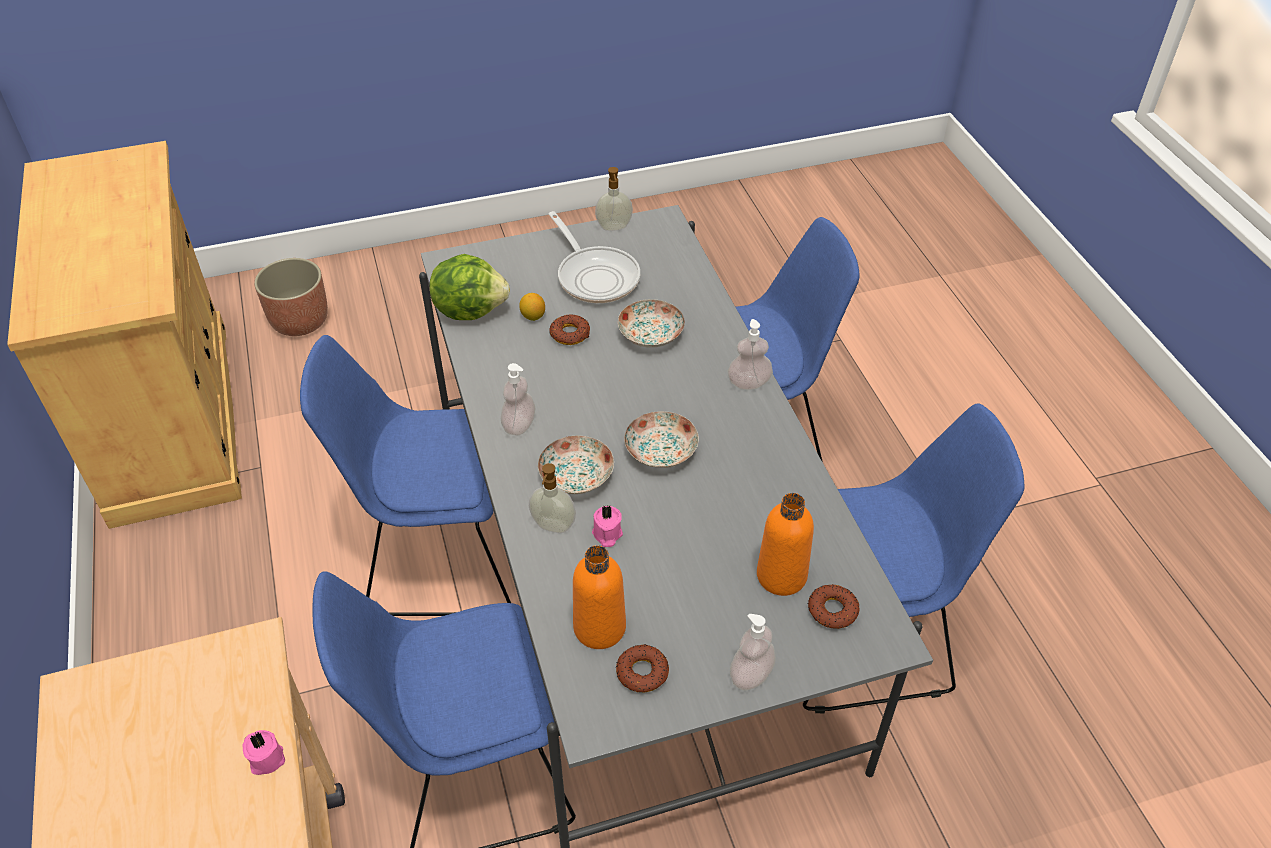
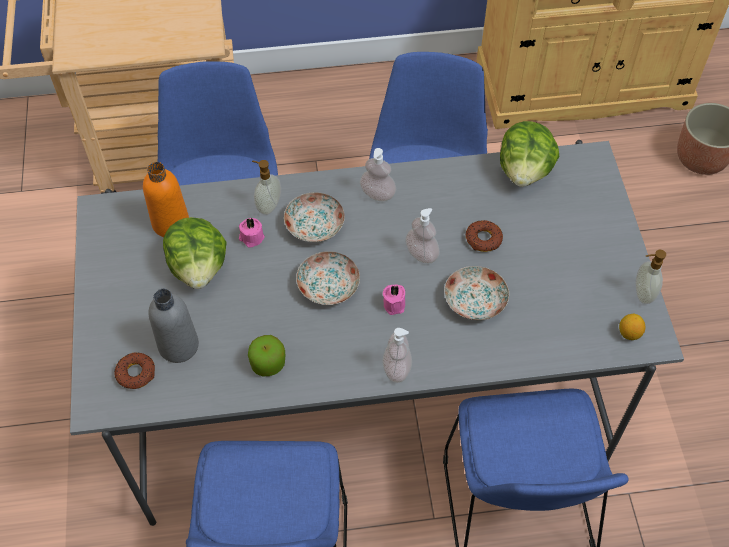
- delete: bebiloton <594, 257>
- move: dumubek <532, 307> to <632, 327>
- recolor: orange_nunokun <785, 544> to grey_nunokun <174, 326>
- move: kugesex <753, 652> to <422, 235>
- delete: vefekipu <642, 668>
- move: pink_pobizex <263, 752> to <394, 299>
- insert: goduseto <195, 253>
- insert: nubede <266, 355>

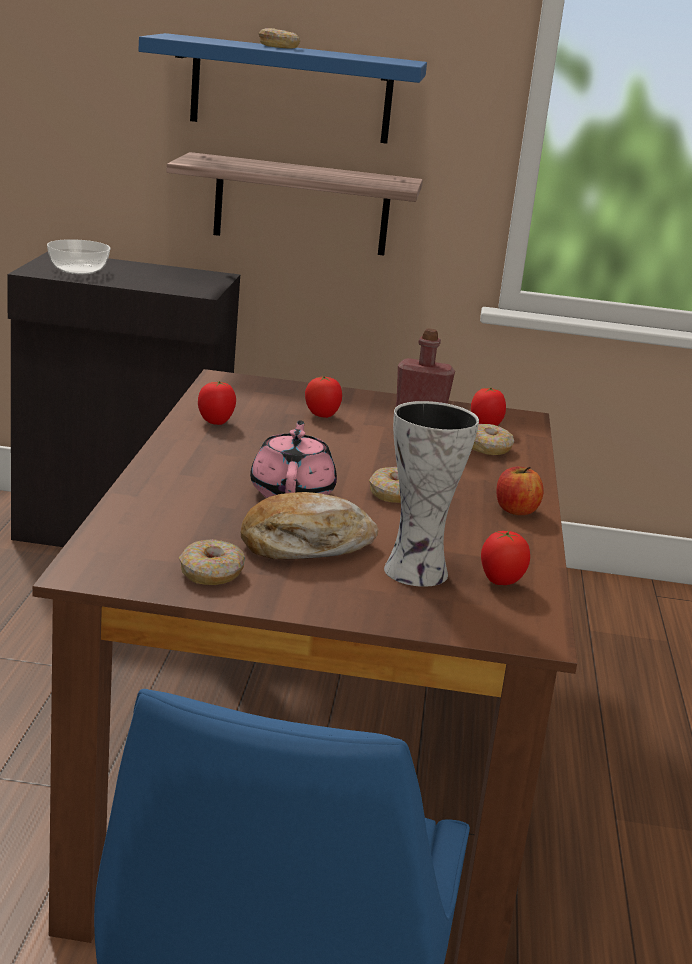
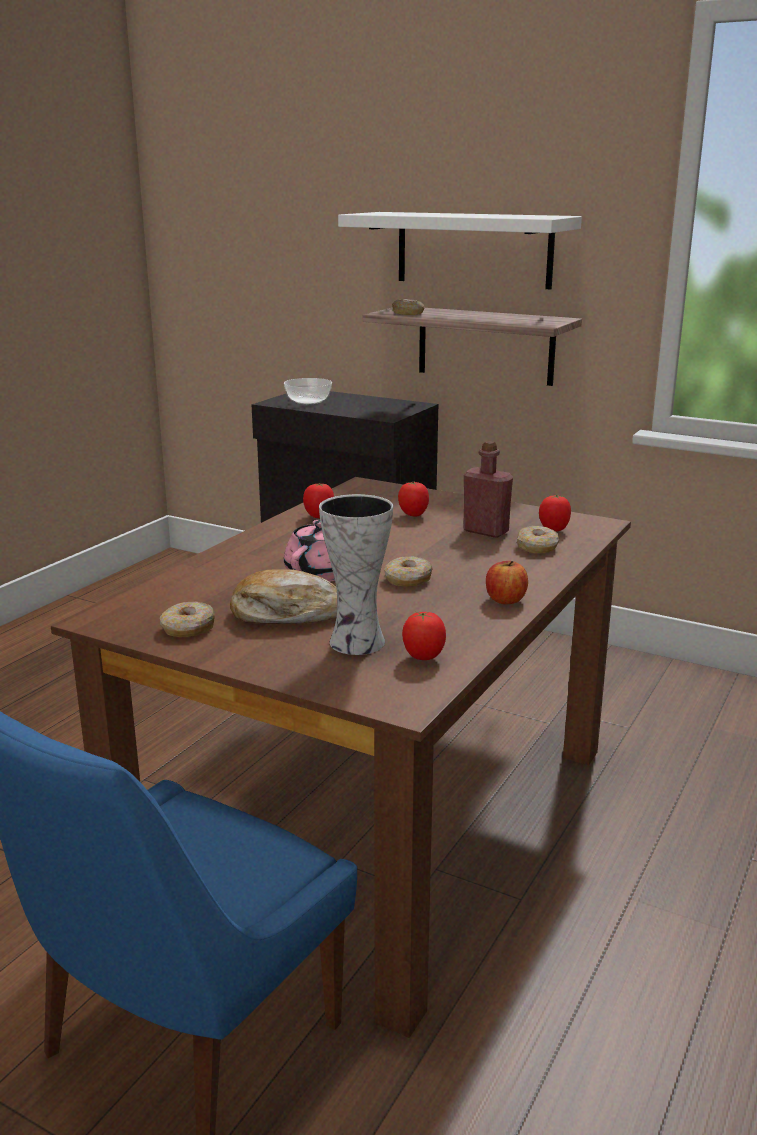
- move: vefekipu <279, 38> to <408, 307>
- recolor: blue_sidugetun <282, 88> to white_sidugetun <460, 250>

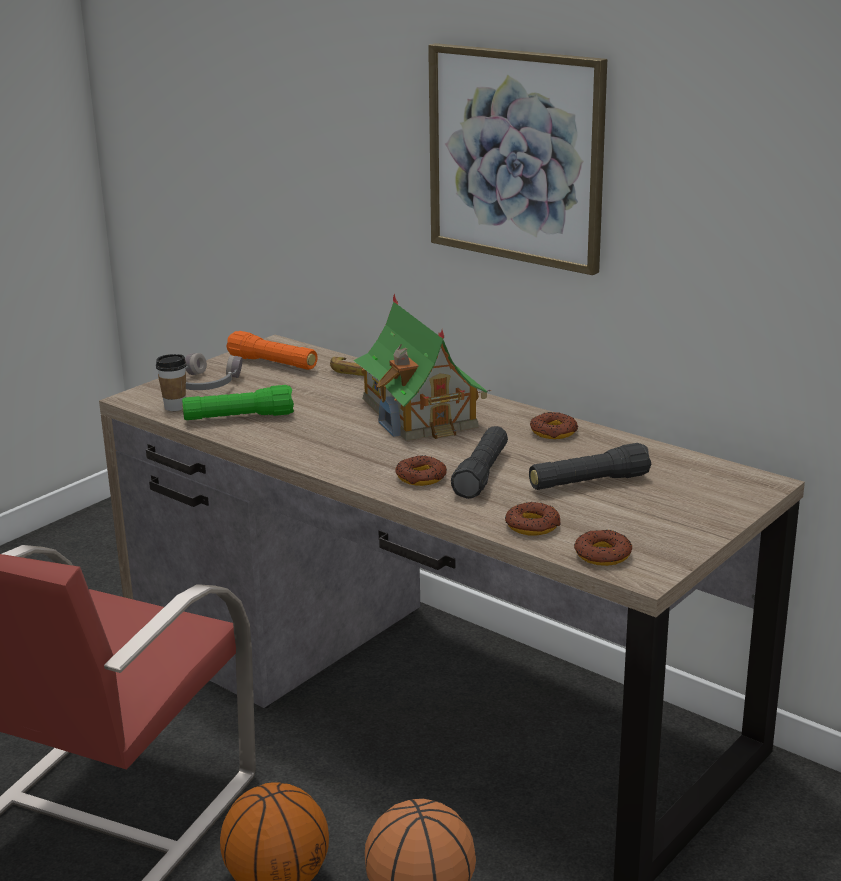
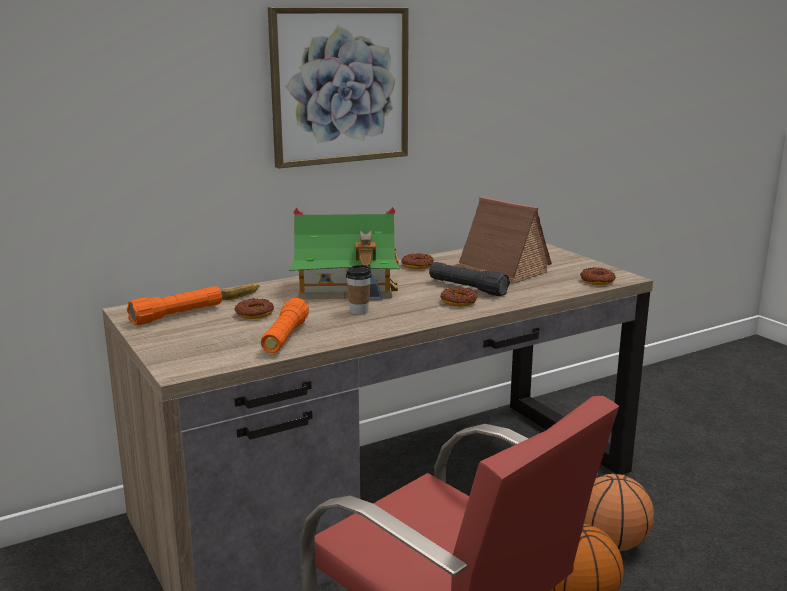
- delete: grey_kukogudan <213, 371>
- move: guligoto <171, 382> to <359, 290>
- recolor: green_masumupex <238, 402> to orange_masumupex <285, 325>
- replace: black_masumupex <590, 466> to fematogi <502, 240>
- move: vefekipu <533, 518> to <254, 309>

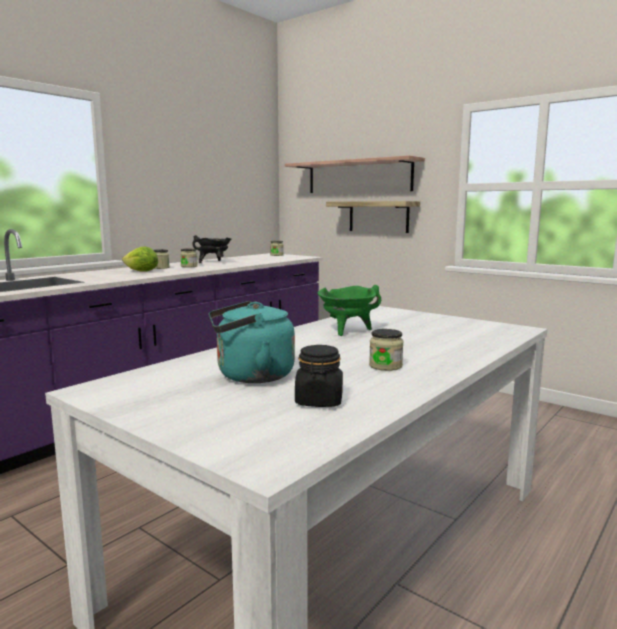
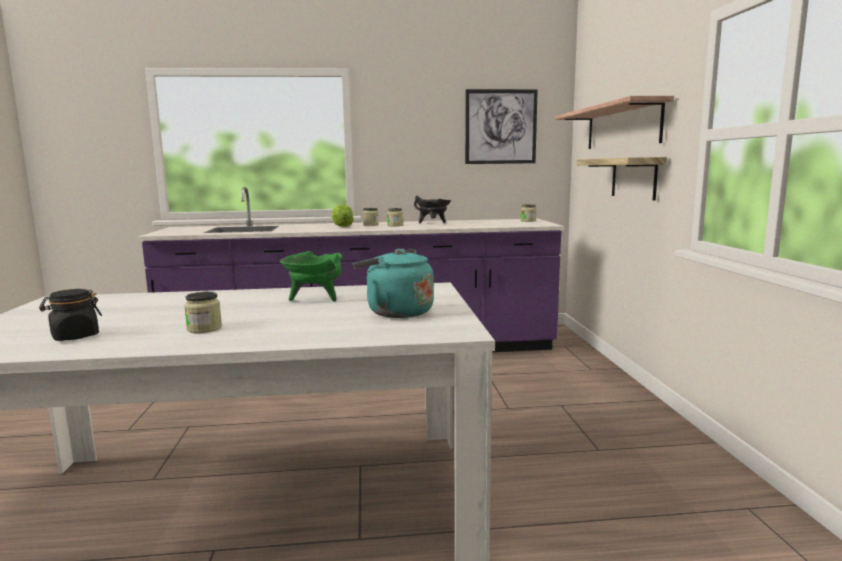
- move: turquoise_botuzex <252, 342> to <393, 283>
- insert: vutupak <501, 126>

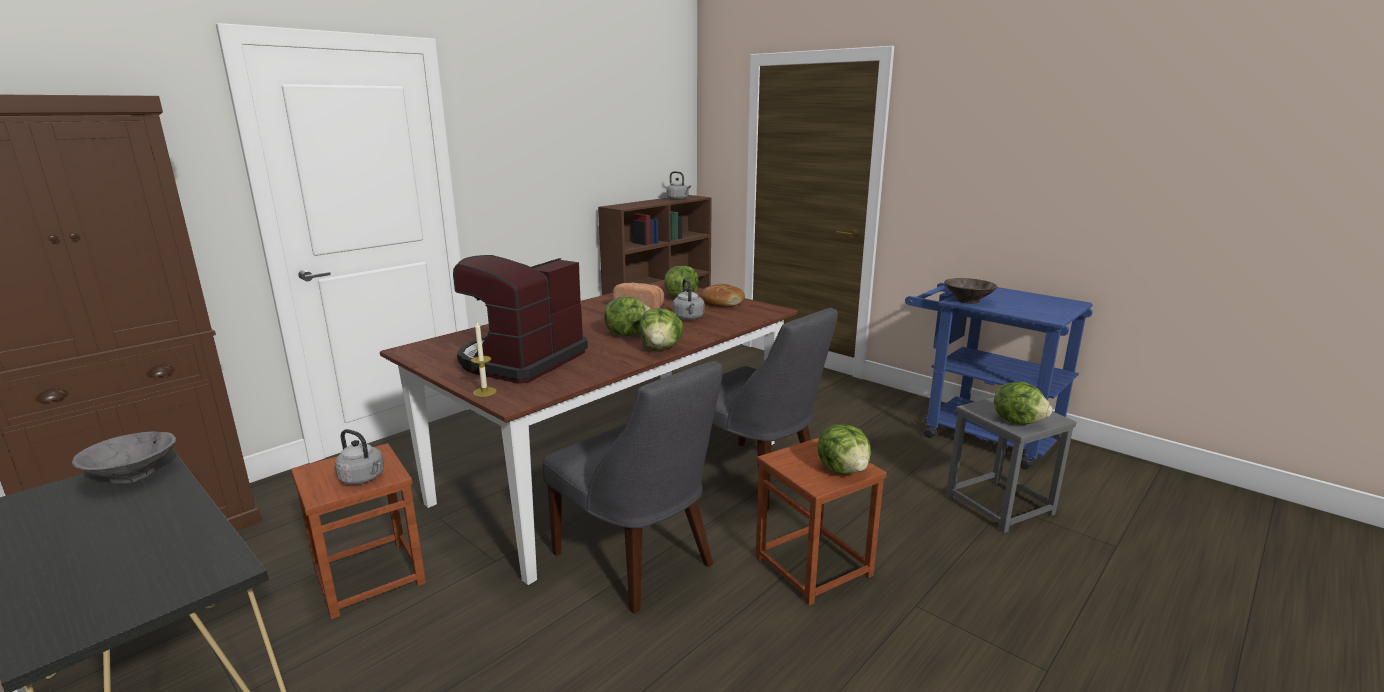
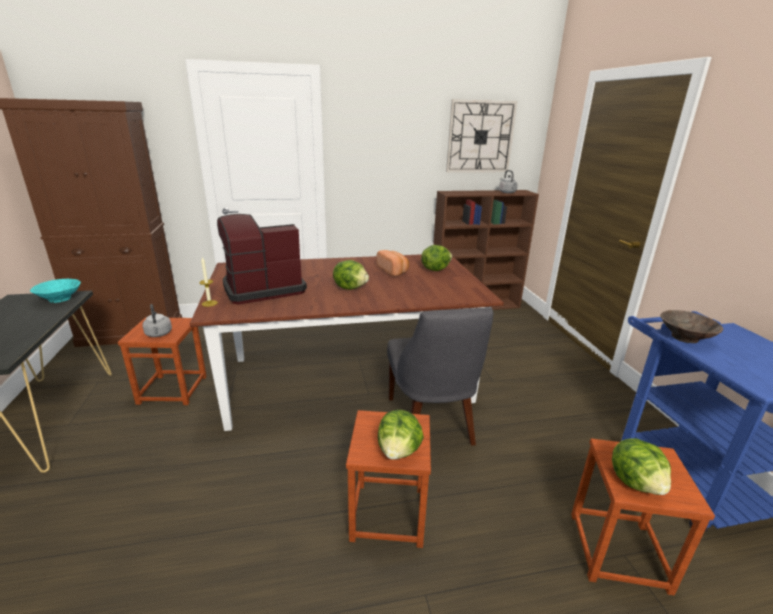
- delete: grey_botuzex <688, 299>
- delete: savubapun <723, 295>
- delete: goduseto <661, 329>
- delete: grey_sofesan <633, 487>
- recolor: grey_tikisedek <1011, 465> to brown_tikisedek <643, 516>
- recolor: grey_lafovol <124, 457> to turquoise_lafovol <55, 291>
- insert: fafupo <481, 135>

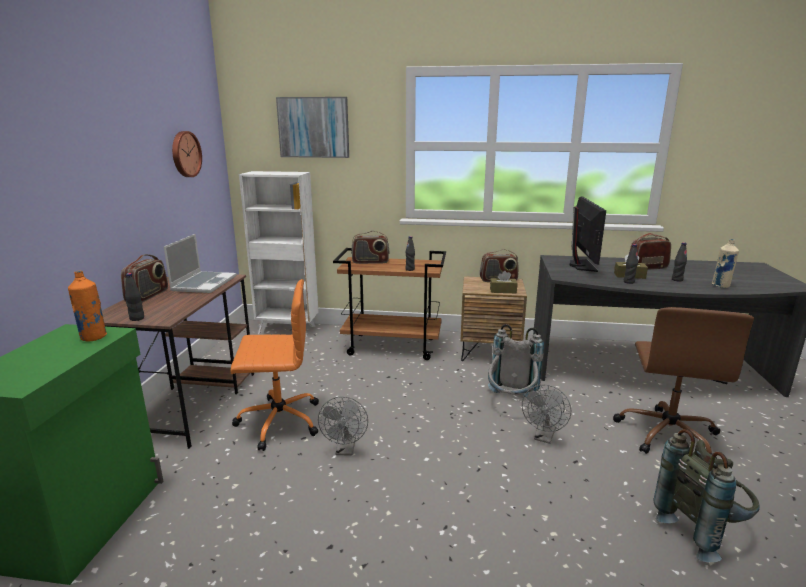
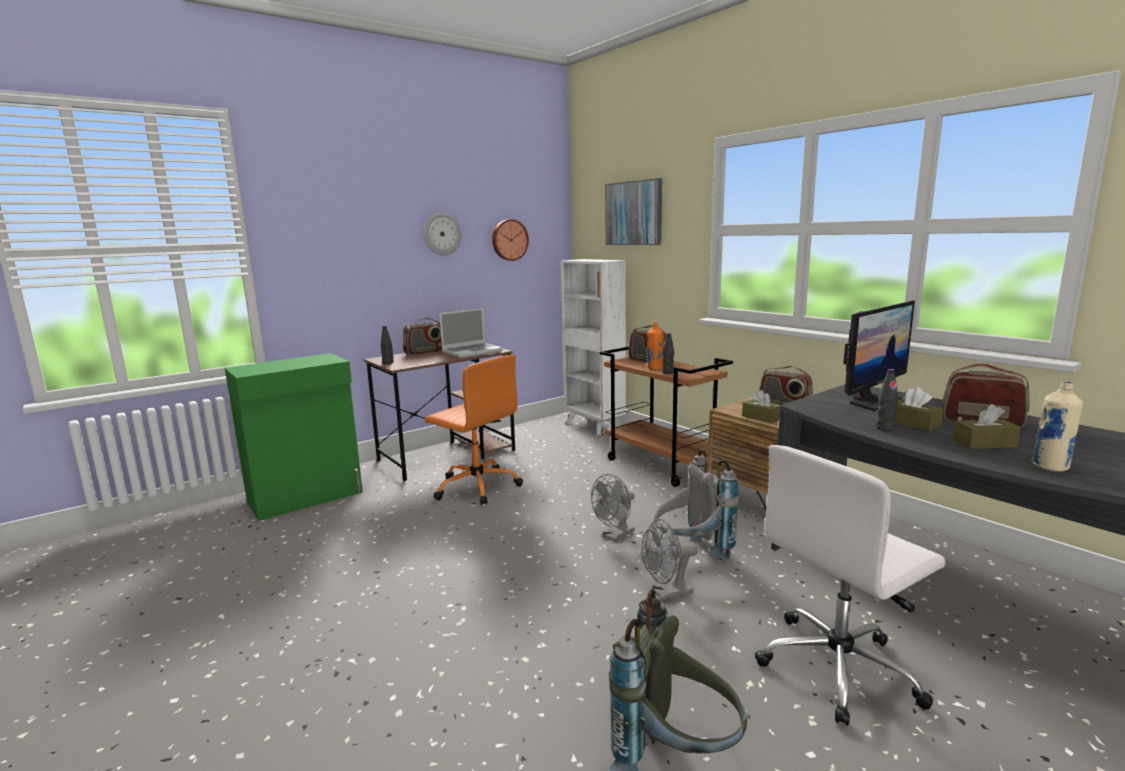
- replace: black_nunokun <679, 262> to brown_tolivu <987, 426>
- move: orange_nunokun <87, 306> to <655, 346>
- recolor: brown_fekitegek <683, 382> to white_fekitegek <850, 585>
- move: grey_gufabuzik <343, 426> to <613, 507>
- insert: fafupo <442, 234>

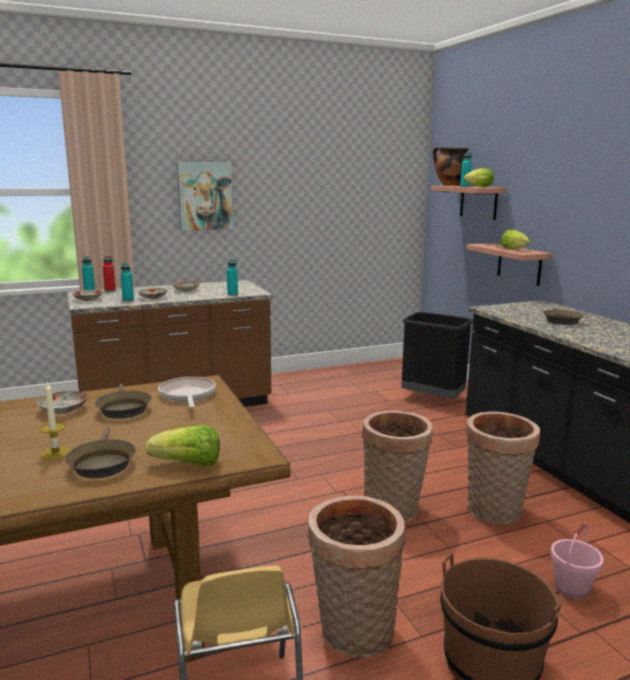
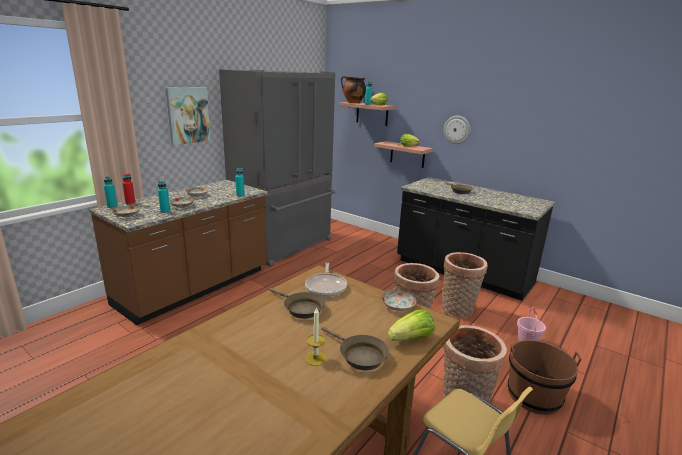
- delete: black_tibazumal <437, 355>
- rotate: bebiloton <187, 392> = <326, 280> 135 degrees counterclockwise
- move: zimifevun <62, 402> to <399, 300>
- insert: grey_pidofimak <277, 168>
- insert: fafupo <457, 130>

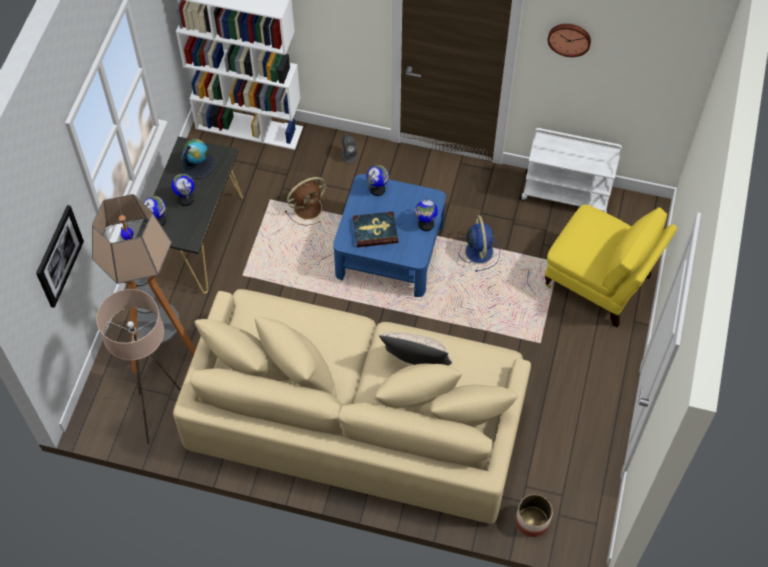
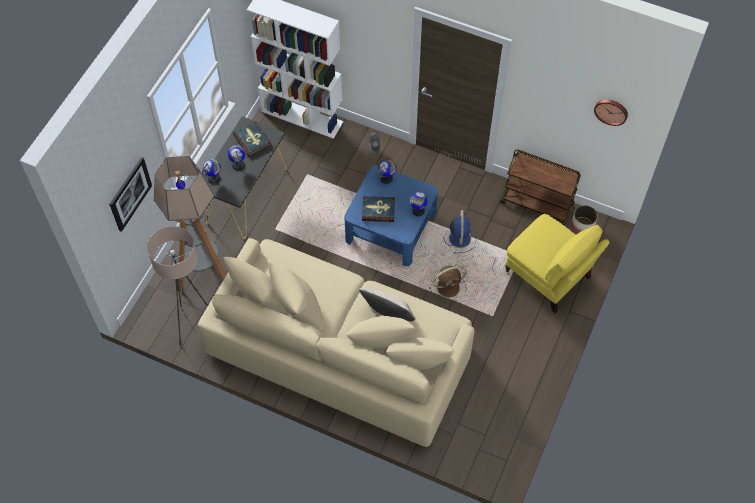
- move: fafupo <569, 40> to <611, 113>
- recolor: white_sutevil <571, 170> to brown_sutevil <540, 187>
- replace: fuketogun <198, 159> to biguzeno <252, 138>
- move: brown_gufabuzik <307, 201> to <447, 284>
- move: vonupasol <534, 515> to <584, 219>

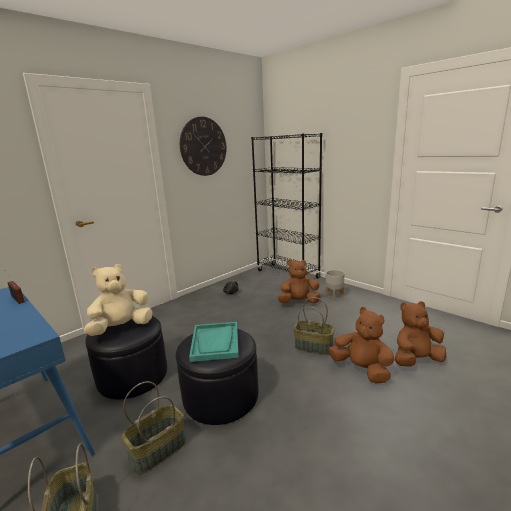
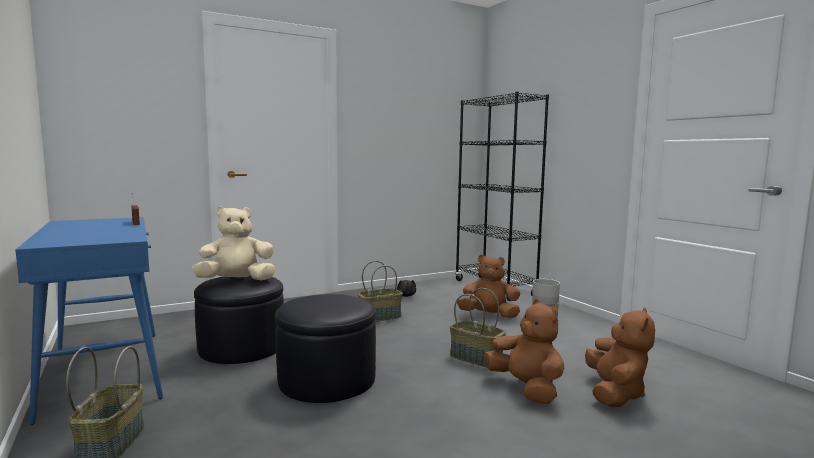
- delete: fafupo <203, 146>
- rotate: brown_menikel <420, 334> = <620, 357> 105 degrees clockwise
- delete: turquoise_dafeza <214, 342>
- move: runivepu <154, 427> to <380, 291>

